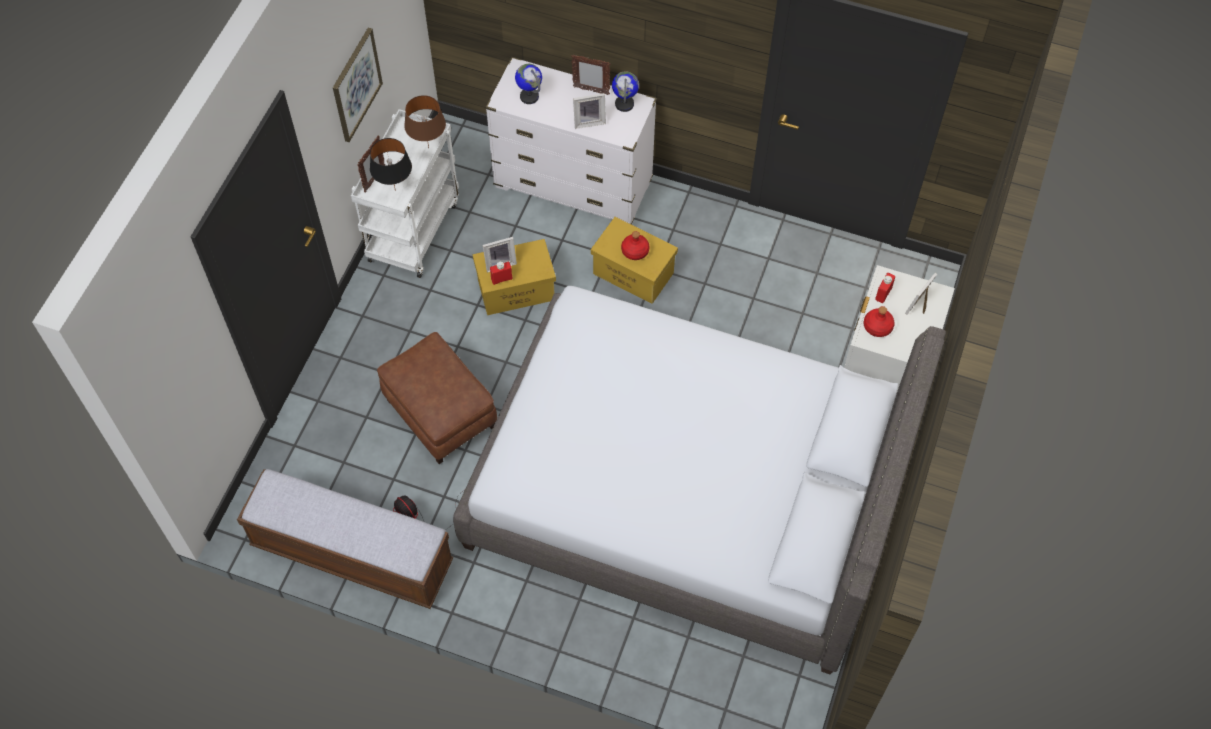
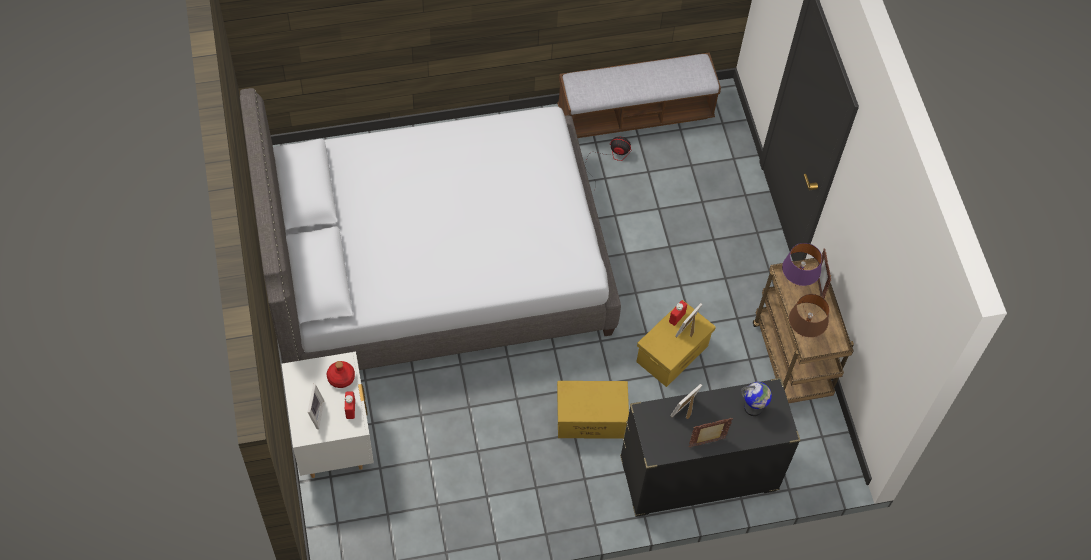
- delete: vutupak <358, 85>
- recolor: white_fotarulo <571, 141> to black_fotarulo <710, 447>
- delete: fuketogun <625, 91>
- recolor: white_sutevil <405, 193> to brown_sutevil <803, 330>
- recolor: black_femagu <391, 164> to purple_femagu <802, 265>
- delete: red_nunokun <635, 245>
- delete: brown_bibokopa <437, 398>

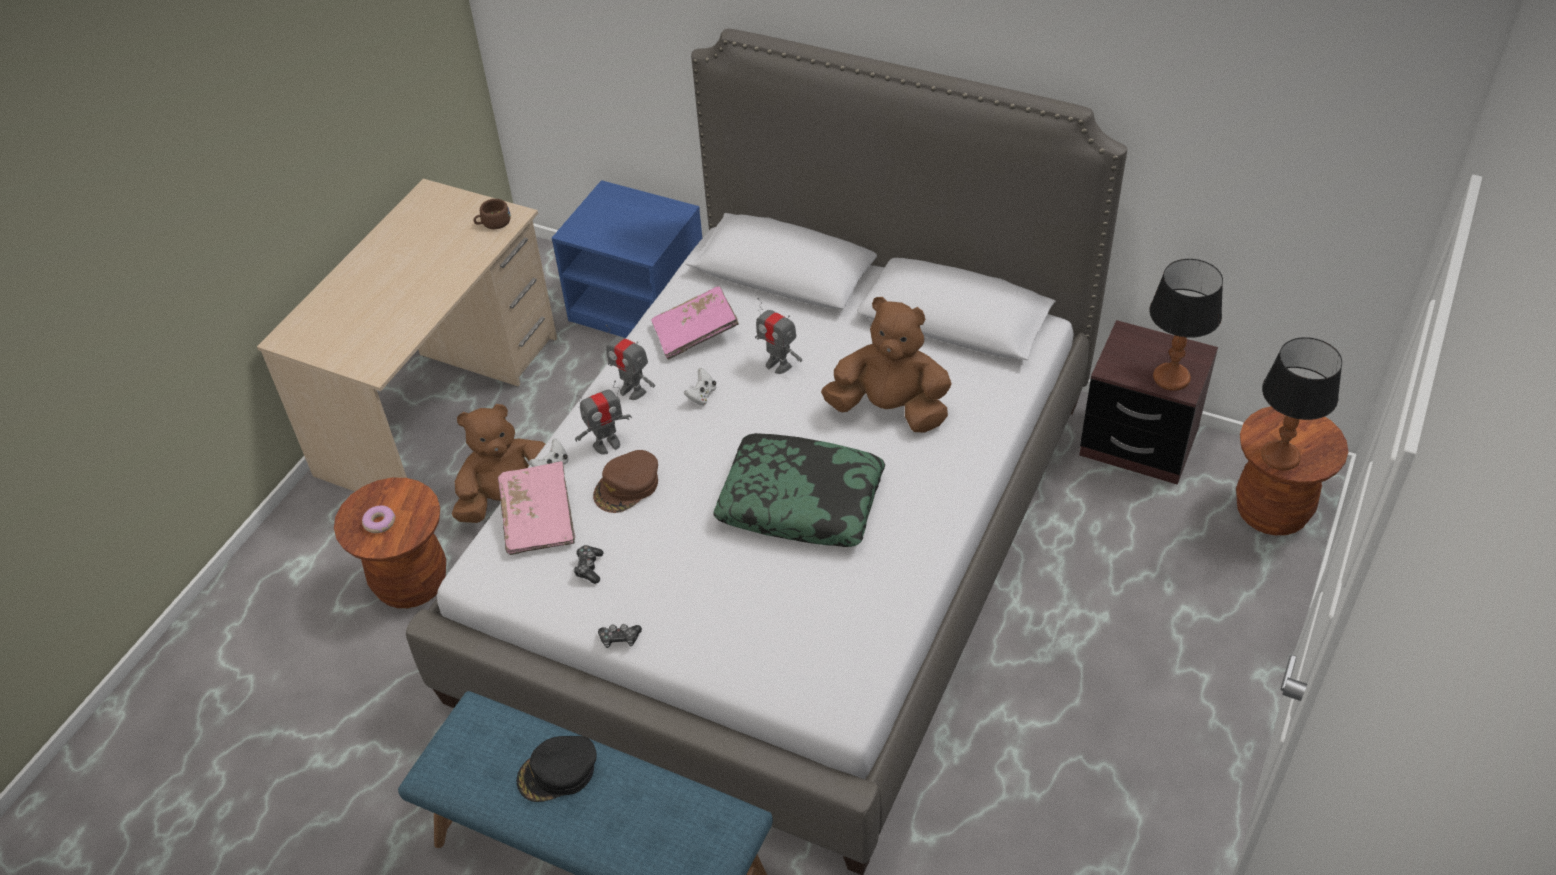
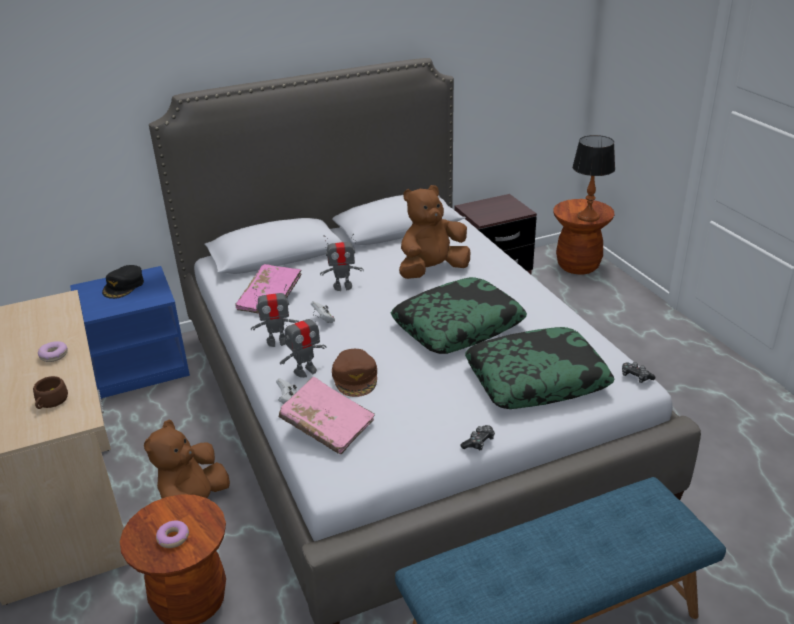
- move: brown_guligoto <492, 214> to <50, 392>
- delete: femagu <1186, 325>
- rotate: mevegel <603, 417> = <303, 343> 45 degrees clockwise
- move: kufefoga <588, 564> to <638, 372>
- move: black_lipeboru <557, 769> to <123, 282>
- insert: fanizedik <539, 368>
- insert: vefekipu <53, 351>

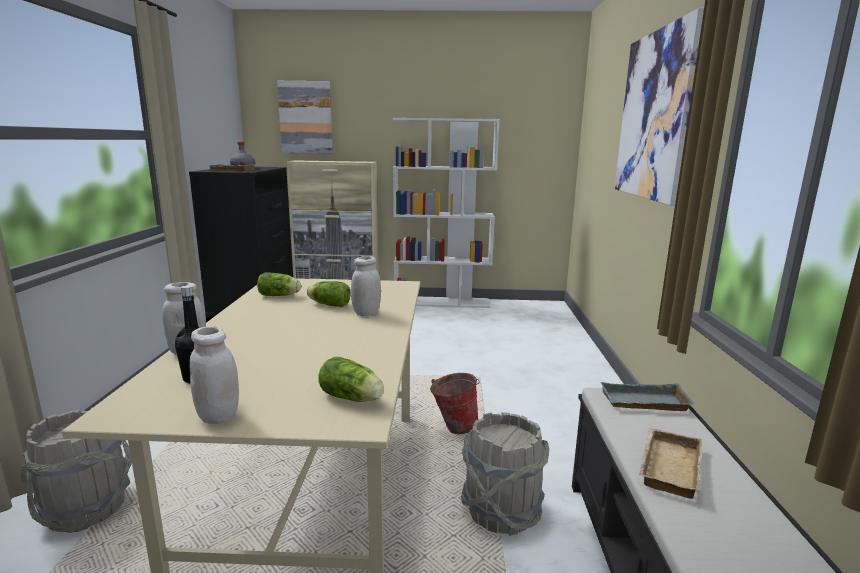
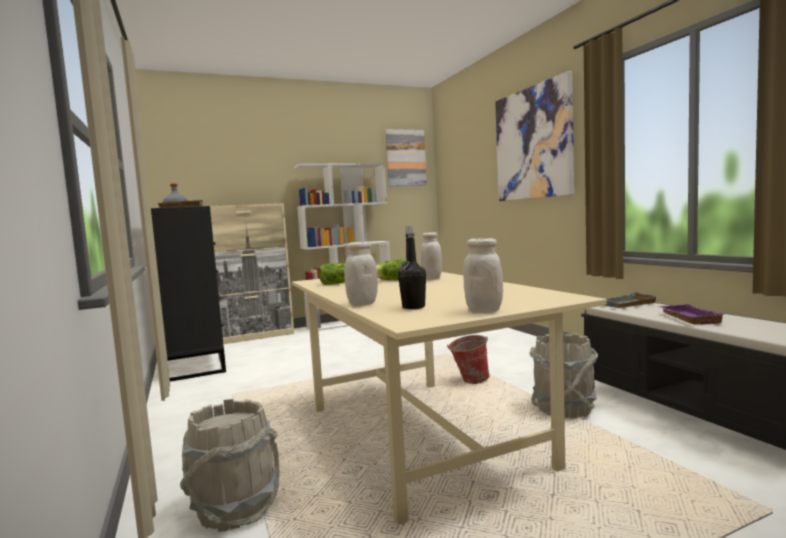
- move: vutupak <305, 117> to <406, 157>
- delete: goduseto <351, 379>
- recolor: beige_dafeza <670, 463> to purple_dafeza <691, 314>

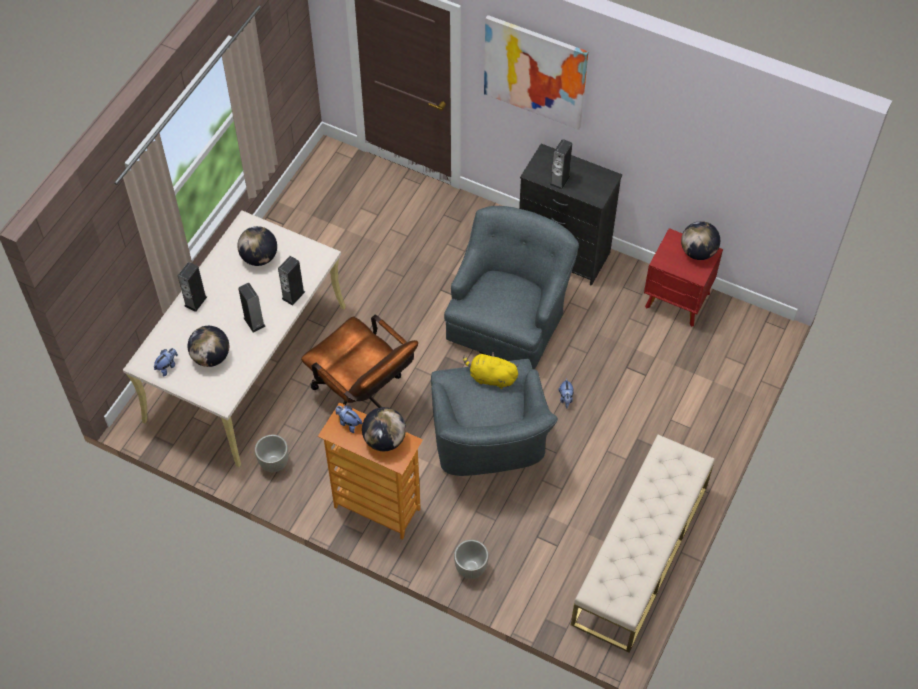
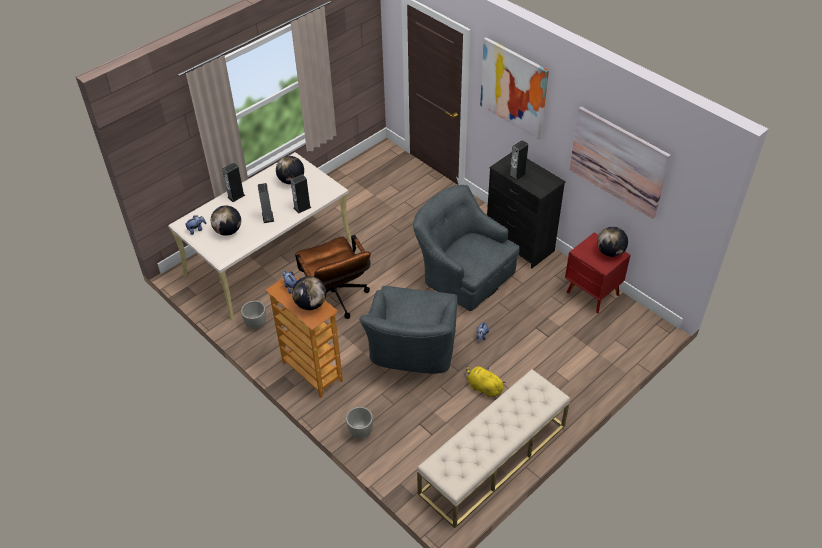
- rotate: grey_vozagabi <511, 287> = <466, 248> 90 degrees counterclockwise
- move: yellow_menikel <491, 370> to <485, 381>
- insert: vutupak <620, 163>

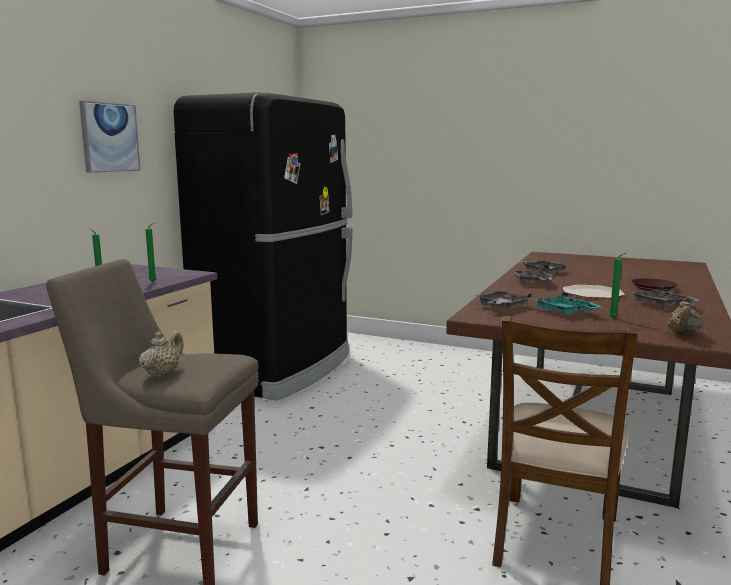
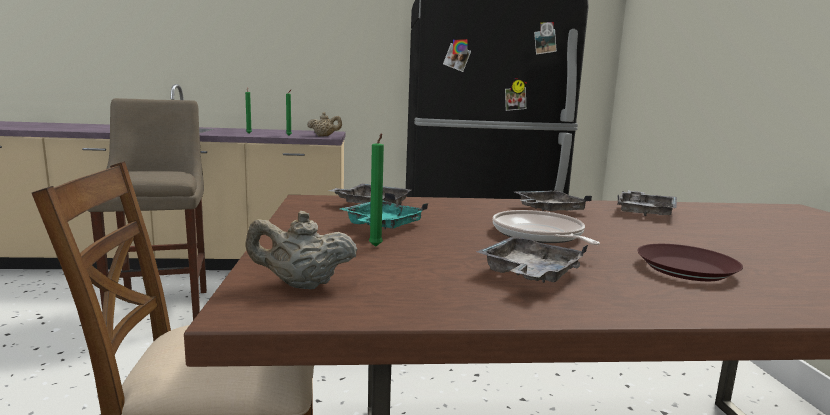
- delete: vutupak <110, 137>
- replace: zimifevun <594, 291> to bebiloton <546, 227>
- move: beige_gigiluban <161, 354> to <324, 124>

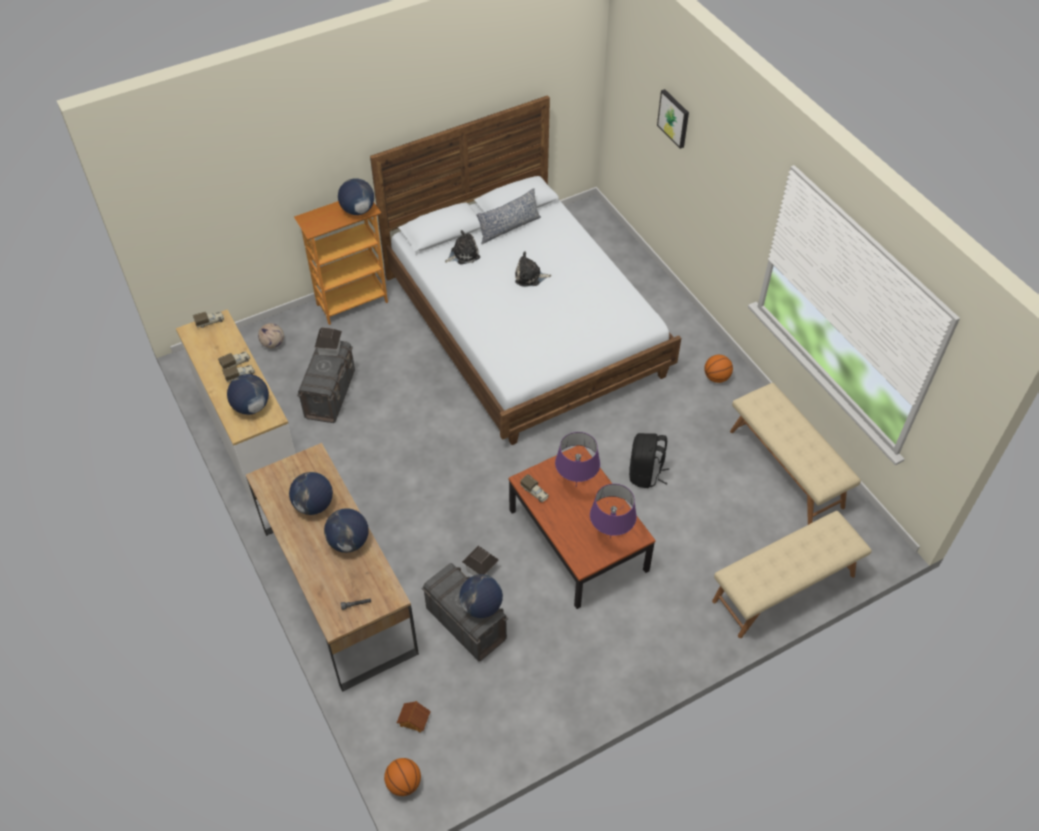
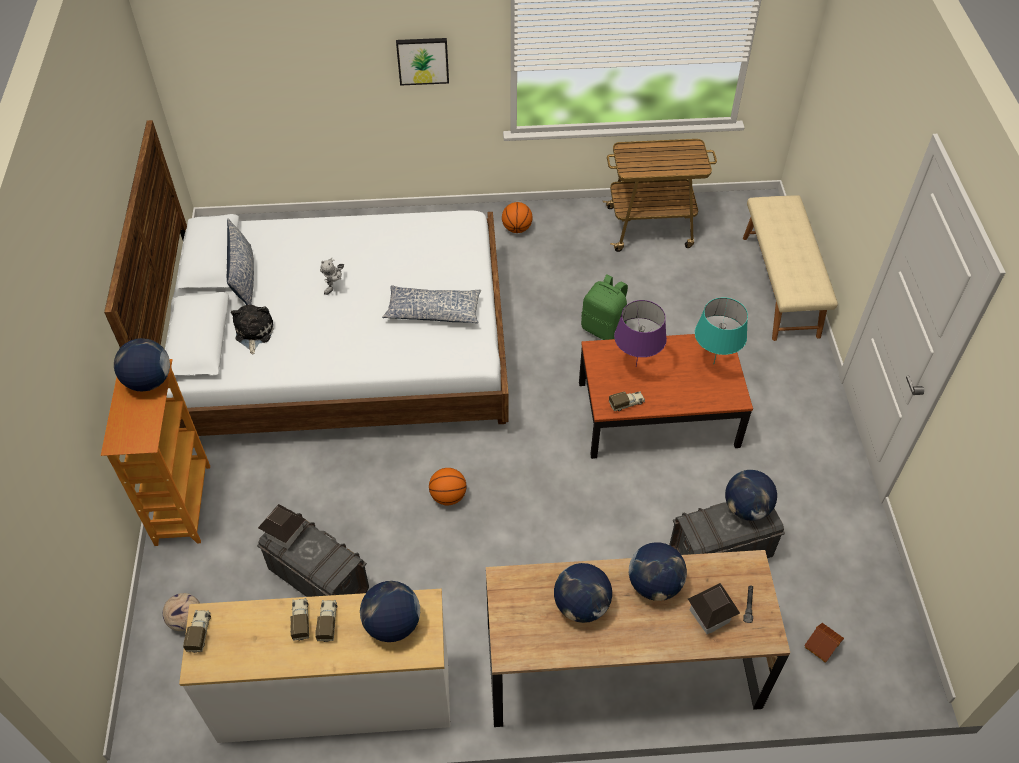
- move: vutupak <673, 119> to <422, 62>
- replace: menikel <533, 269> to mevegel <332, 276>
- replace: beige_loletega <795, 454> to sutevil <660, 195>
- recolor: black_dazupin <649, 460> to green_dazupin <604, 307>
- recolor: purple_femagu <613, 511> to turquoise_femagu <721, 331>
- move: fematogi <480, 561> to <714, 608>
- move: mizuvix <402, 777> to <448, 486>
- insert: fanizedik <431, 304>

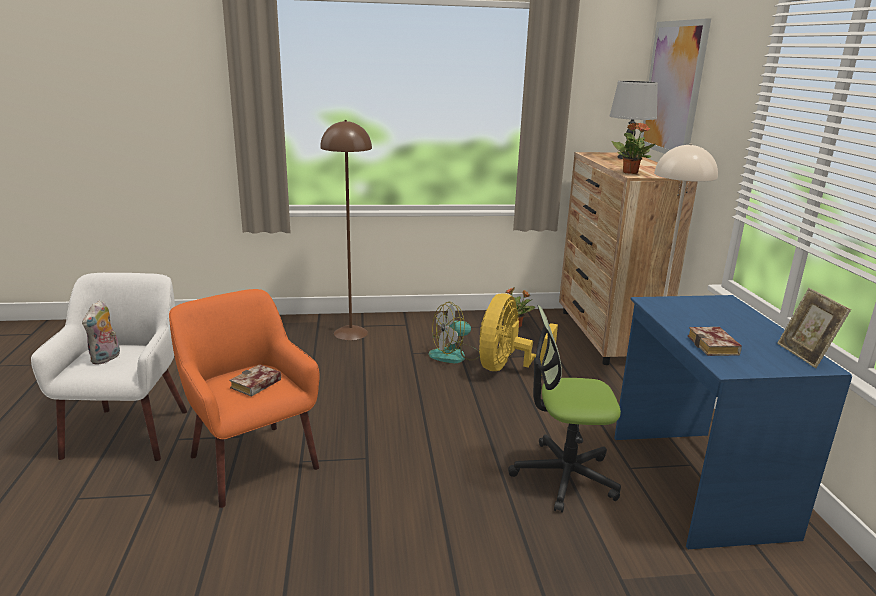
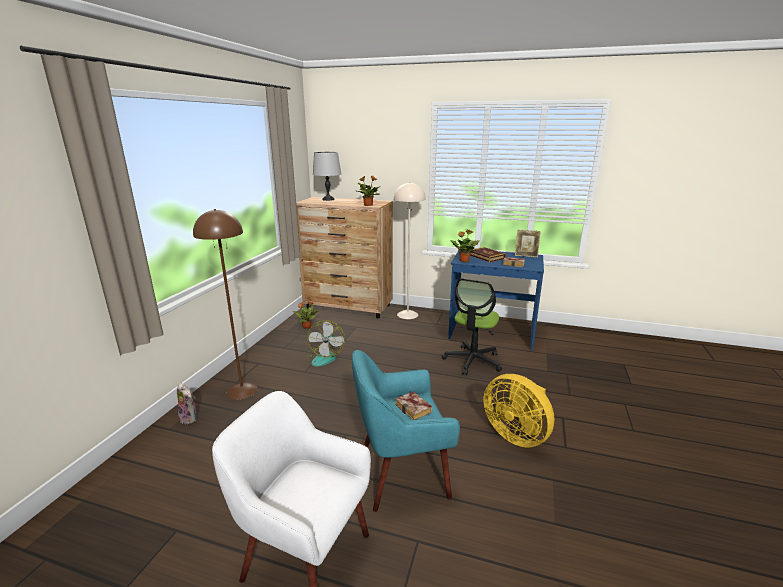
- delete: vutupak <676, 86>
- recolor: orange_vozagabi <244, 398> to turquoise_vozagabi <406, 431>
- move: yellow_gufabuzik <518, 332> to <519, 410>
- move: menikel <101, 332> to <187, 404>
- insert: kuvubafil <465, 245>
- insert: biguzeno <488, 254>

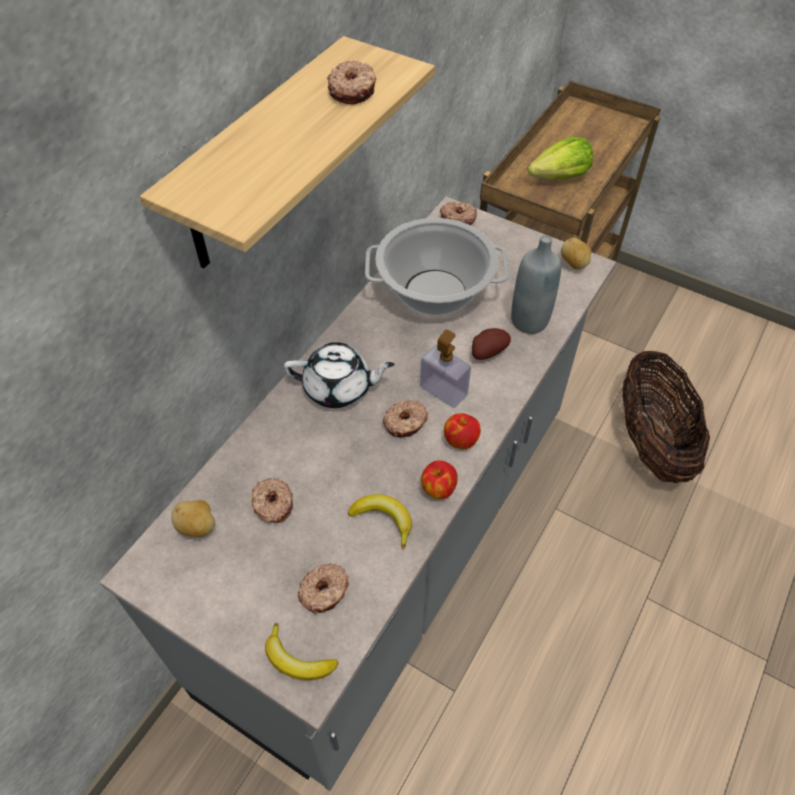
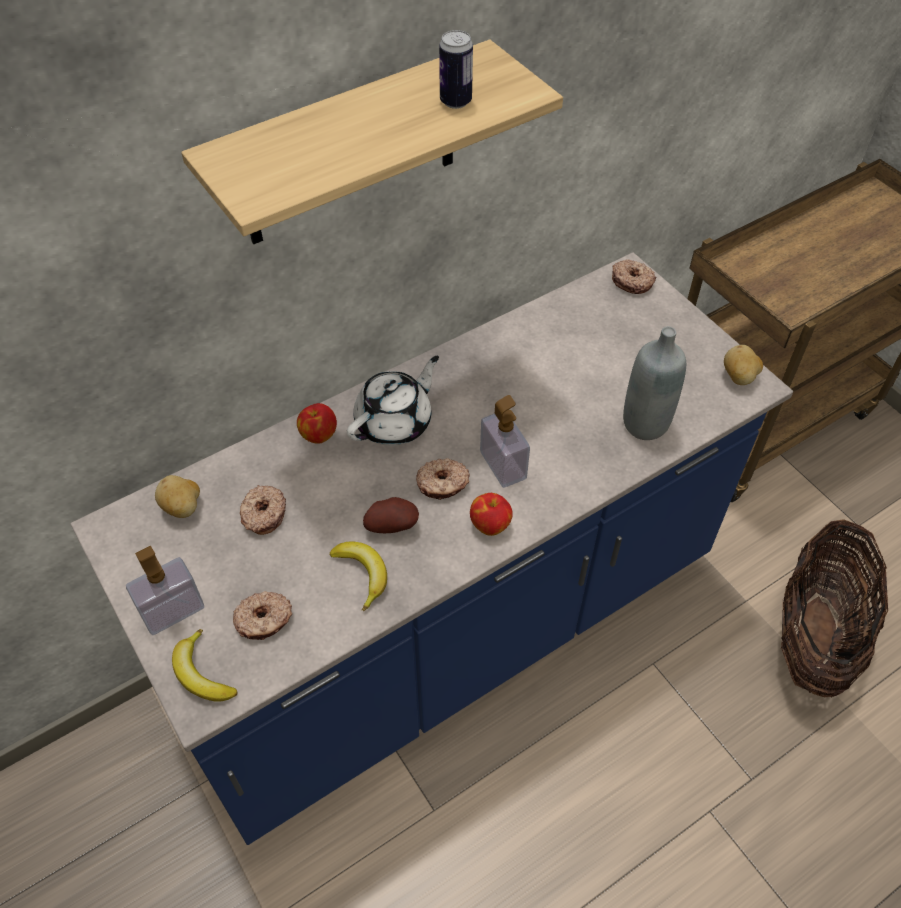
- replace: vefekipu <351, 82> to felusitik <456, 69>
- delete: goduseto <560, 158>
- recolor: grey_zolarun <358, 494> to blue_zolarun <432, 548>
- delete: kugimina <437, 266>
- move: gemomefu <491, 344> to <391, 515>
- rotate: white_gigiluban <339, 375> = <393, 401> 75 degrees counterclockwise
- move: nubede <439, 479> to <317, 423>
- insert: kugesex <165, 590>

